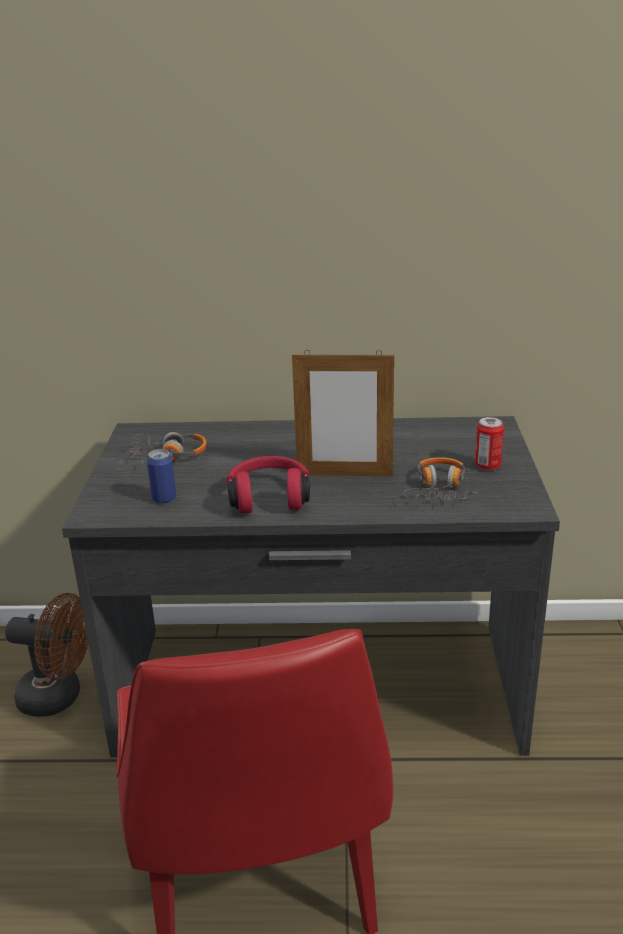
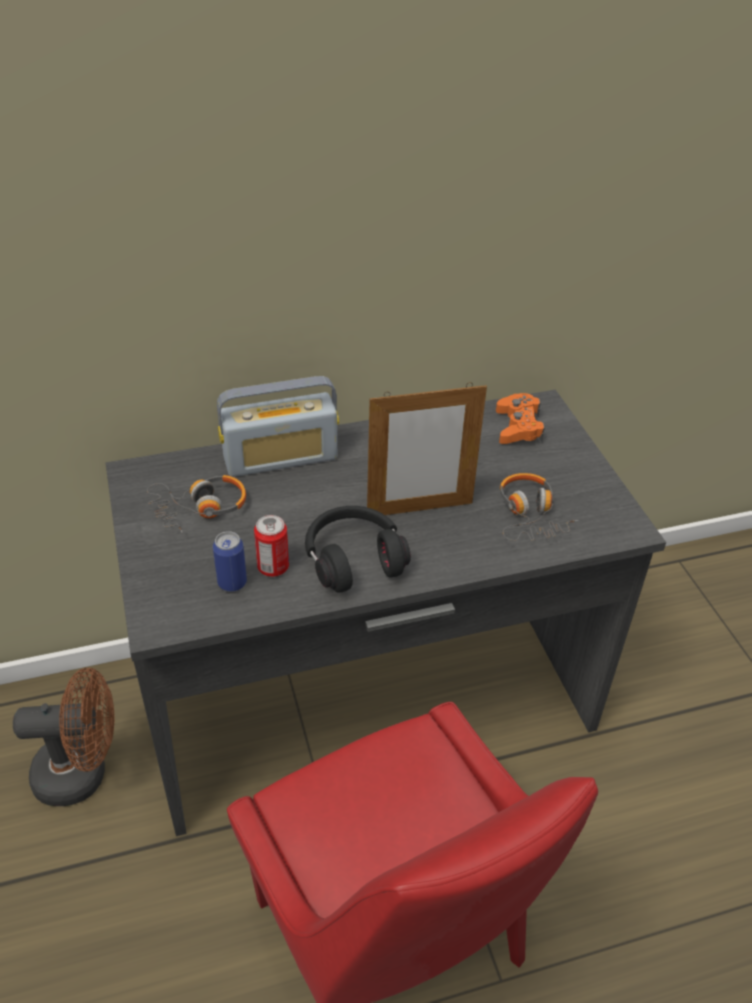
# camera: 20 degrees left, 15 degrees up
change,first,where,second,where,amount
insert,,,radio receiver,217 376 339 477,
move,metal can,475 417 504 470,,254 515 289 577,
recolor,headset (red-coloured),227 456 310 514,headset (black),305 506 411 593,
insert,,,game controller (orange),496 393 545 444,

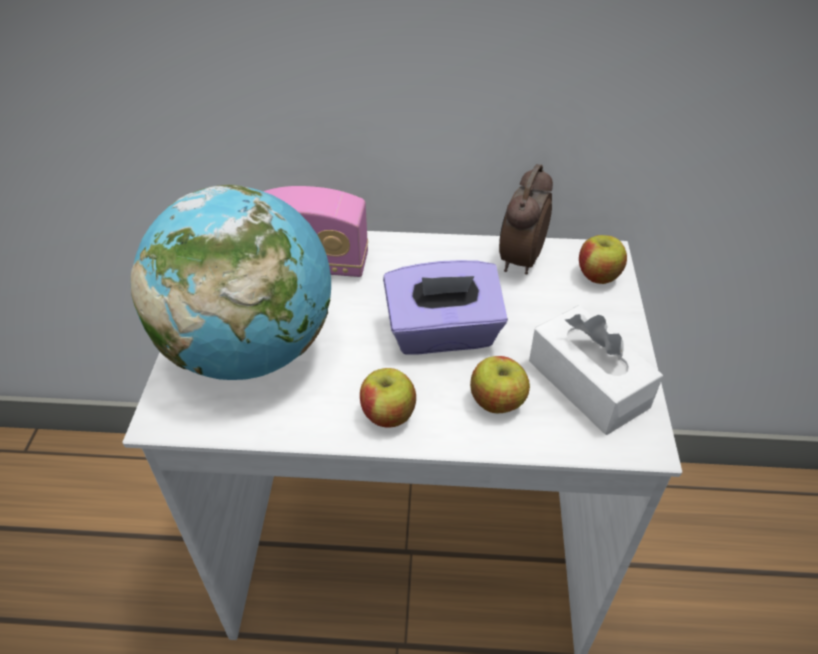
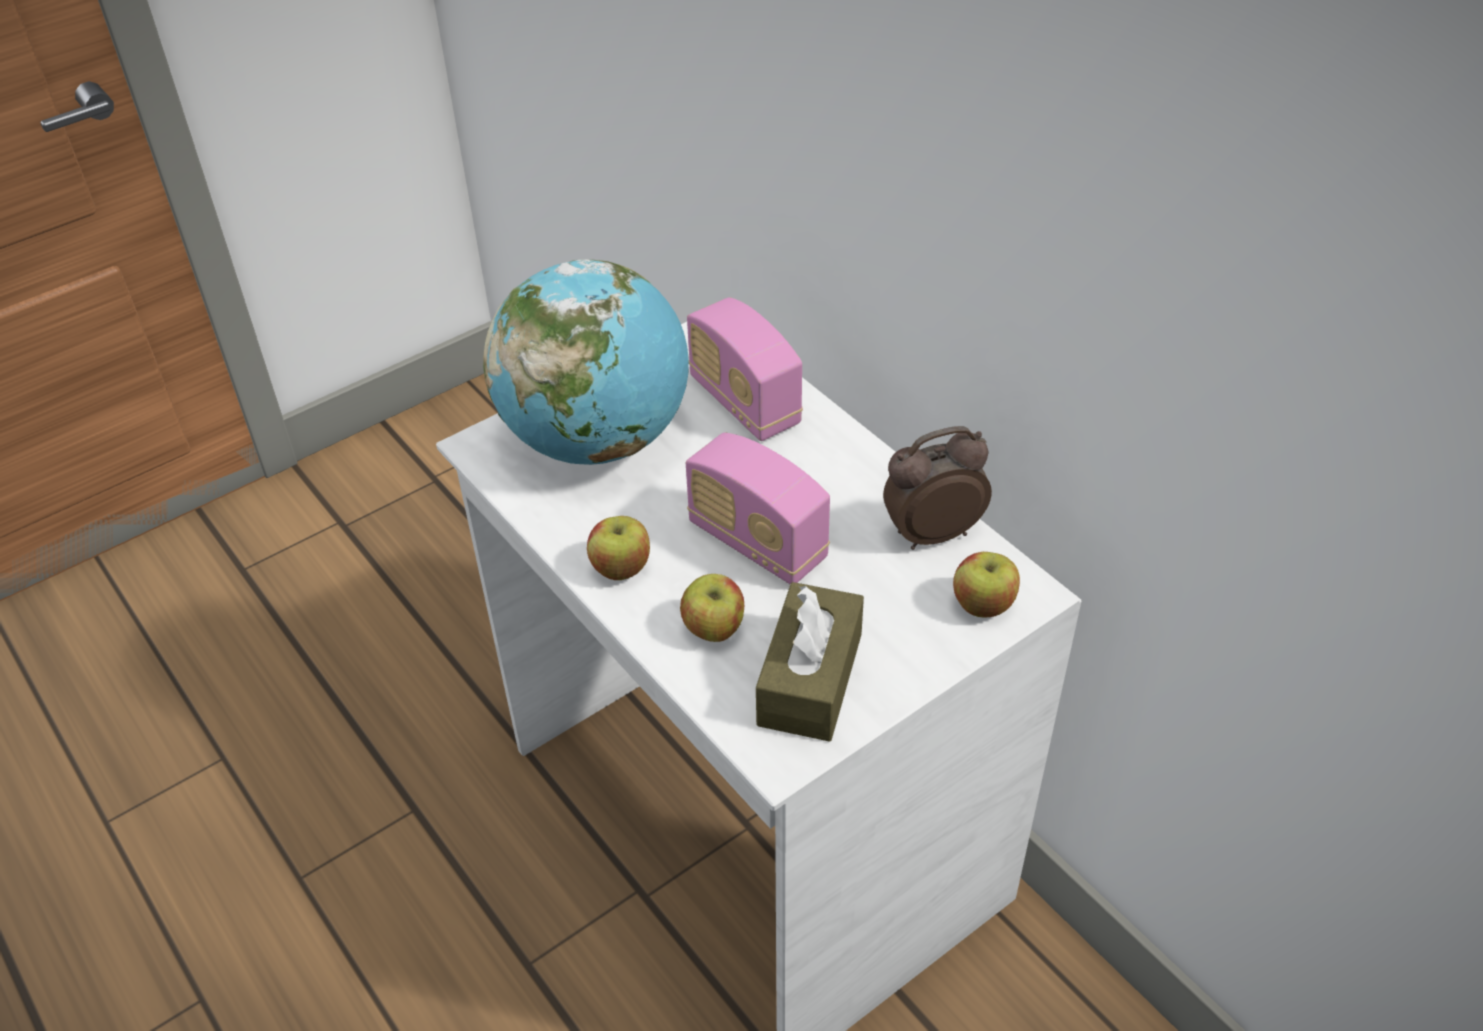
# camera: 50 degrees right, 0 degrees up
change,first,where,second,where,amount
replace,tissue holder (purple-coloured),383 260 508 355,radio receiver,686 433 830 584,
recolor,tissue holder (white-coloured),529 305 663 435,tissue holder (brownish),756 582 864 742,

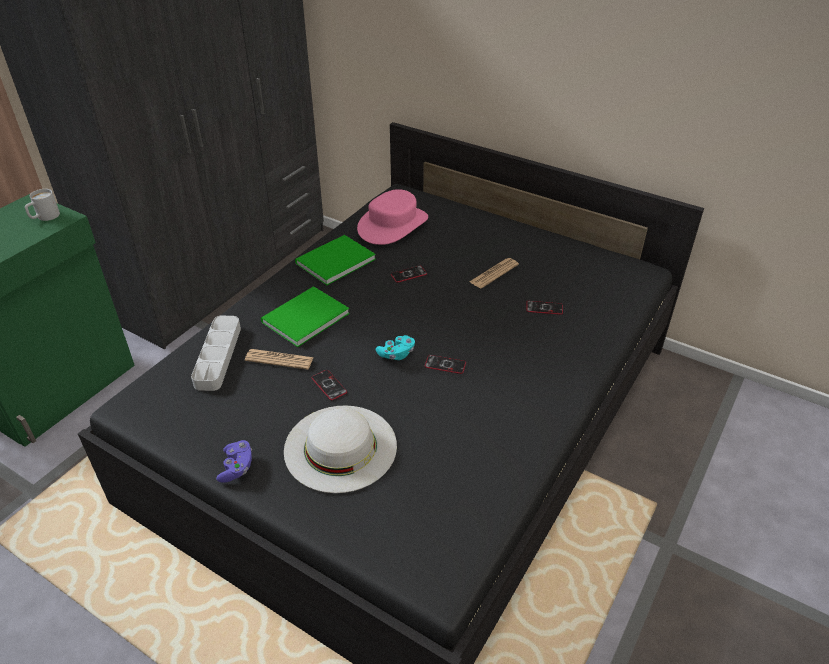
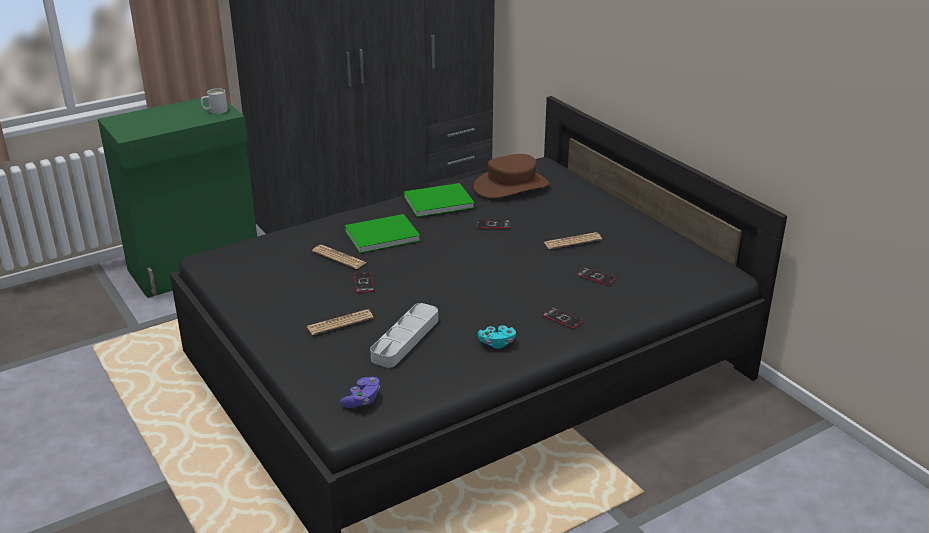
# camera: 25 degrees right, 10 degrees down
change,first,where,second,where,amount
replace,hat (white-coloured),284 406 397 493,daily paper,306 309 374 335,
move,game controller (purple-coloured),216 440 252 483,,340 377 380 408,
move,tray (greyish),191 315 241 391,,370 303 438 368,
recolor,hat (pink),357 189 428 245,hat (brownish),474 154 549 198,
move,game controller (blue-green),376 335 415 360,,478 325 516 349,
move,telephone,425 355 466 374,,543 308 583 329,

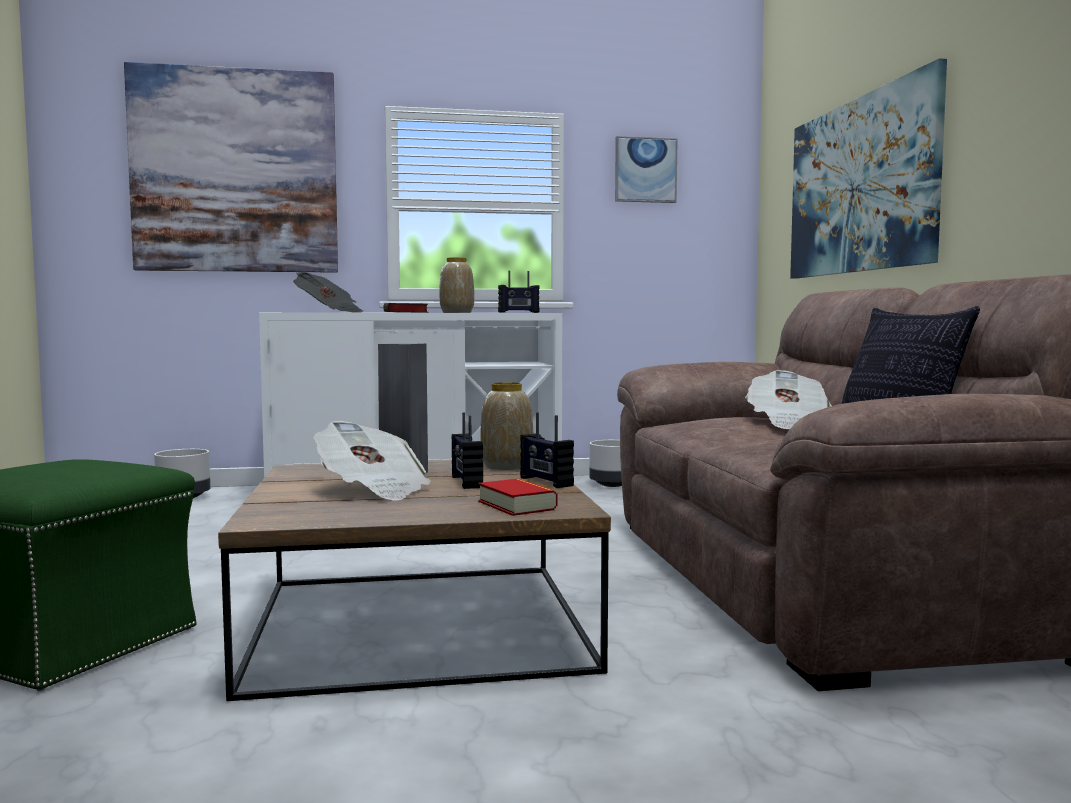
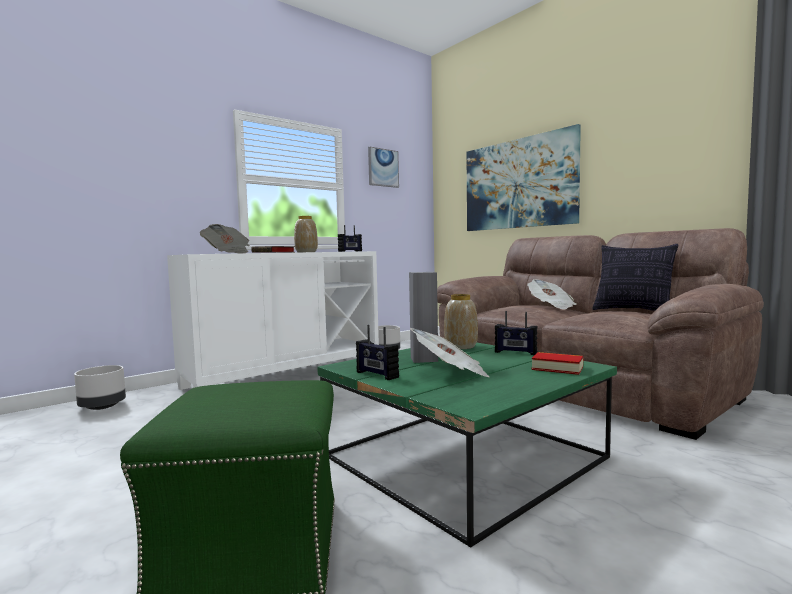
# camera: 30 degrees left, 0 degrees up
change,first,where,second,where,amount
recolor,lounge table (brownish),218 460 611 701,lounge table (green-coloured),317 343 617 548,
move,radio receiver,452 412 483 489,,356 325 399 380,
delete,wall picture,124 62 338 273,,,

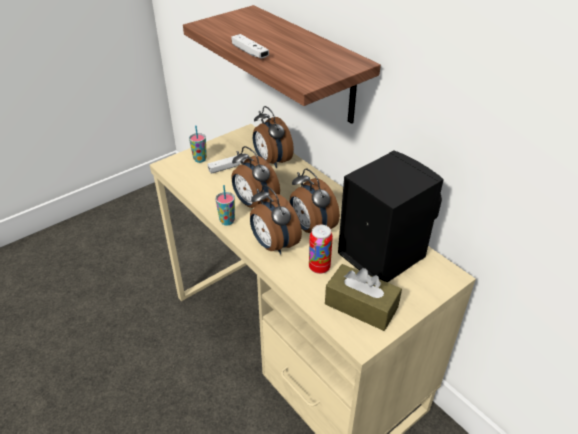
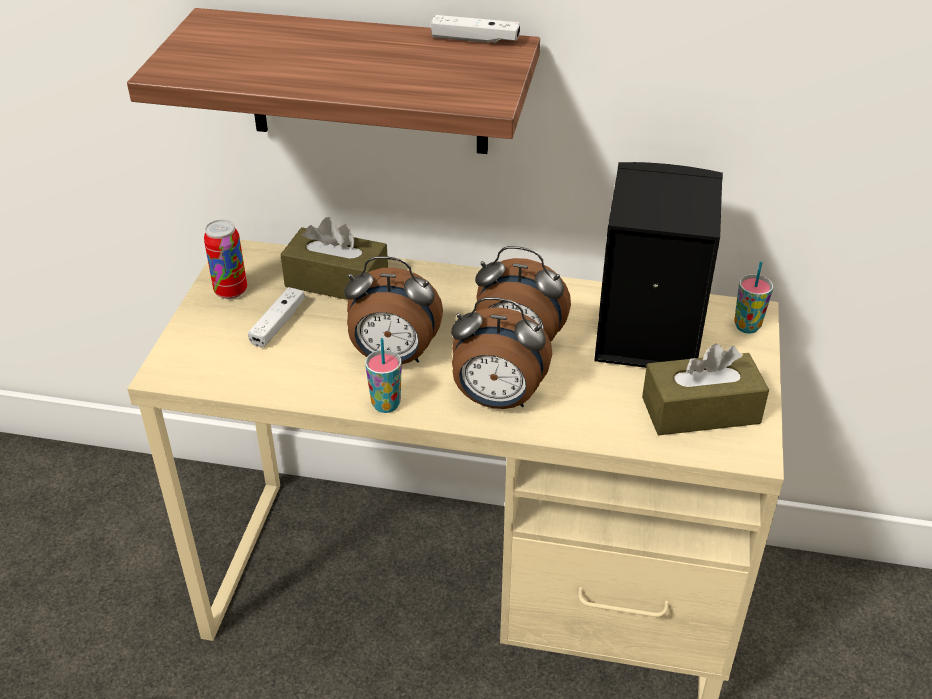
# camera: 40 degrees left, 0 degrees up
change,first,where,second,where,amount
move,metal can,309 225 333 274,,204 220 247 299,
replace,bedside clock,253 106 294 168,tissue holder (brownish),280 217 388 300,
move,game controller (white-coloured),231 34 269 58,,431 15 520 44,
move,cup,189 125 207 163,,734 261 773 334,

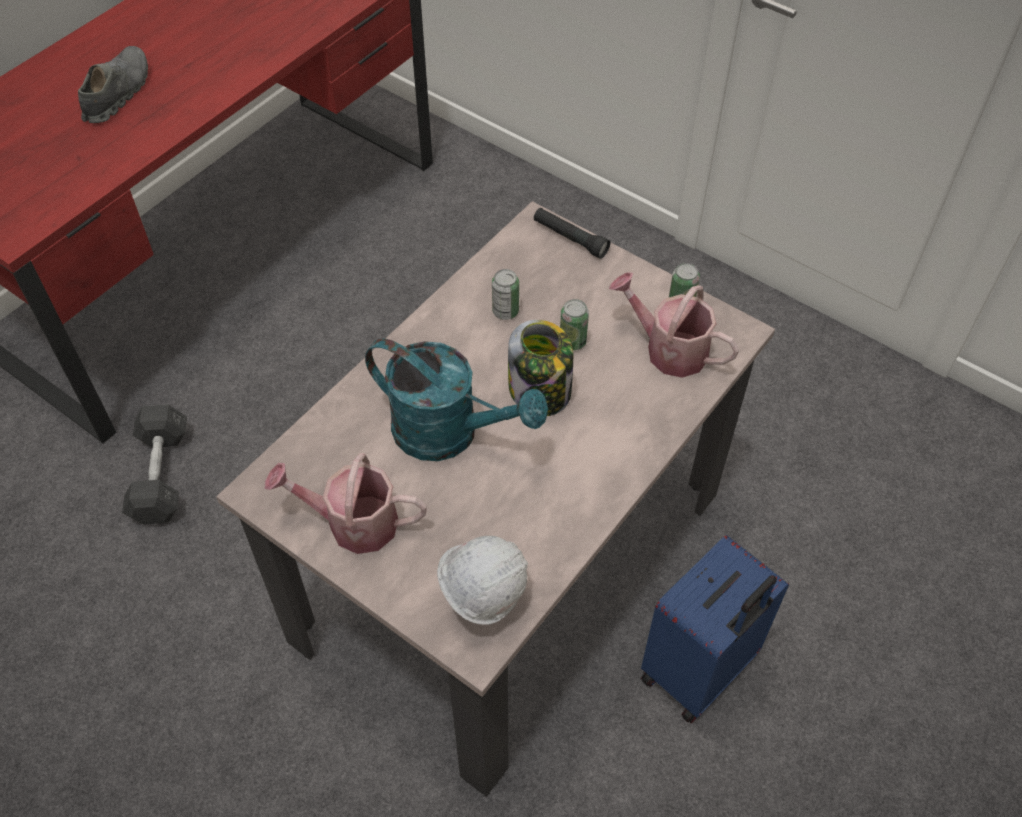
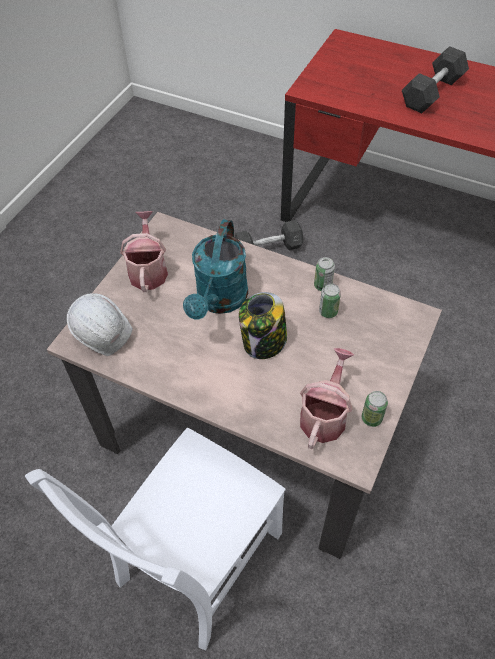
# camera: 80 degrees right, 0 degrees up
change,first,where,second,where,amount
replace,piece of luggage (bluish),641 535 789 723,chair (white-coloured),25 428 286 650,
move,metal can,560 299 589 350,,314 257 335 291,
replace,low shoe (greyish),78 46 148 123,dumbbell (greyish),402 46 469 113,
delete,torch (black),534 208 610 259,,,

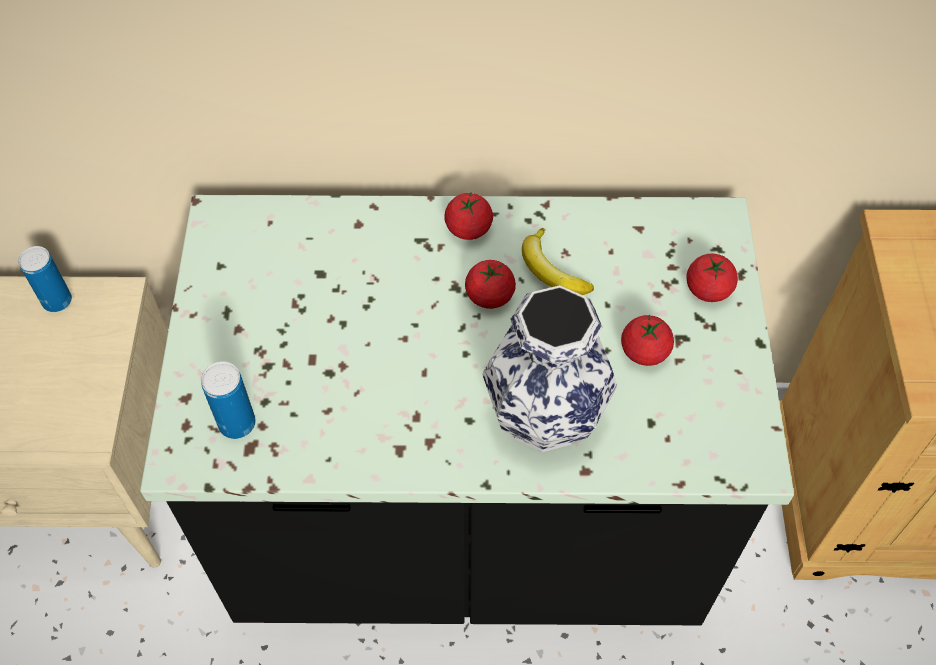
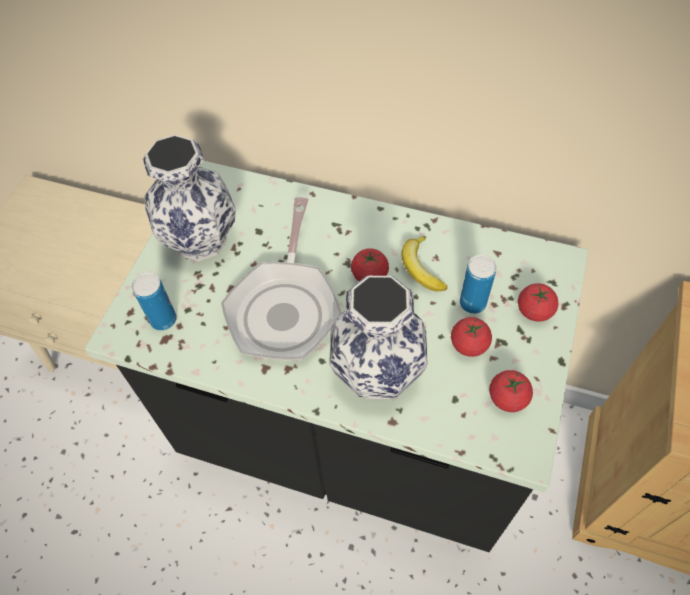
# camera: 20 degrees right, 0 degrees up
change,first,where,second,where,amount
insert,,,flower vase,142 135 236 262,
insert,,,frying pan,221 197 342 360,
move,metal can,18 246 72 312,,460 255 497 314,
move,fresh tomato,444 192 493 240,,489 370 533 412,

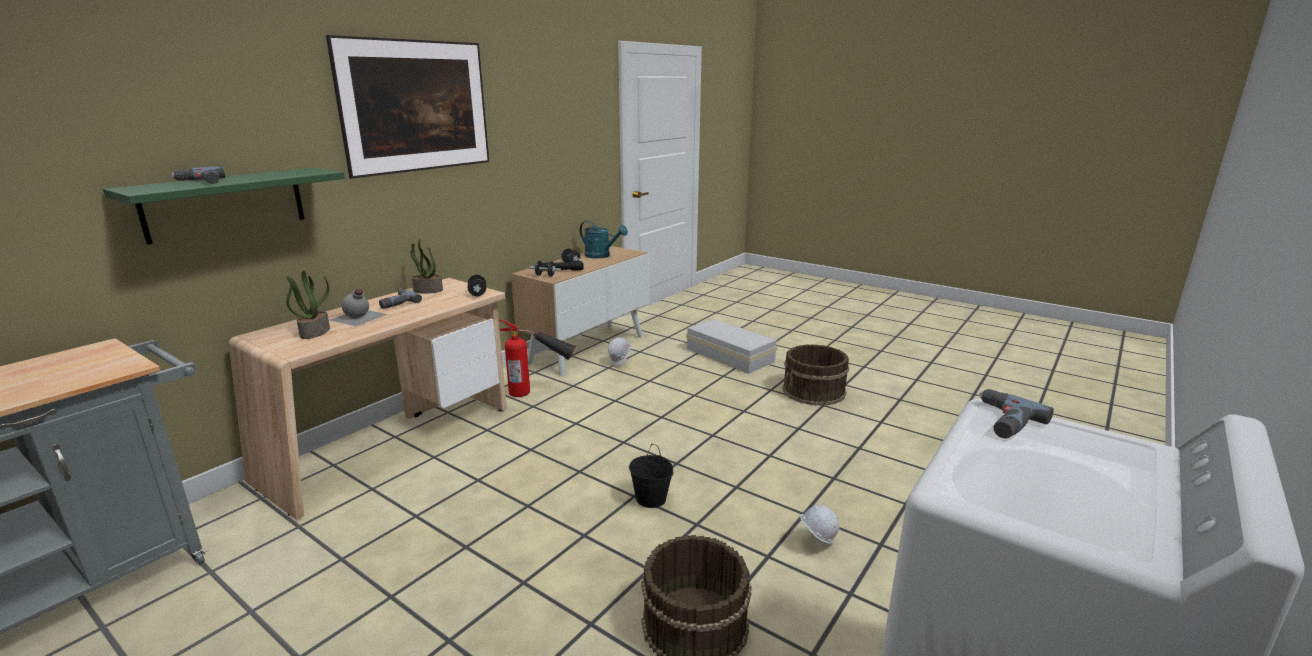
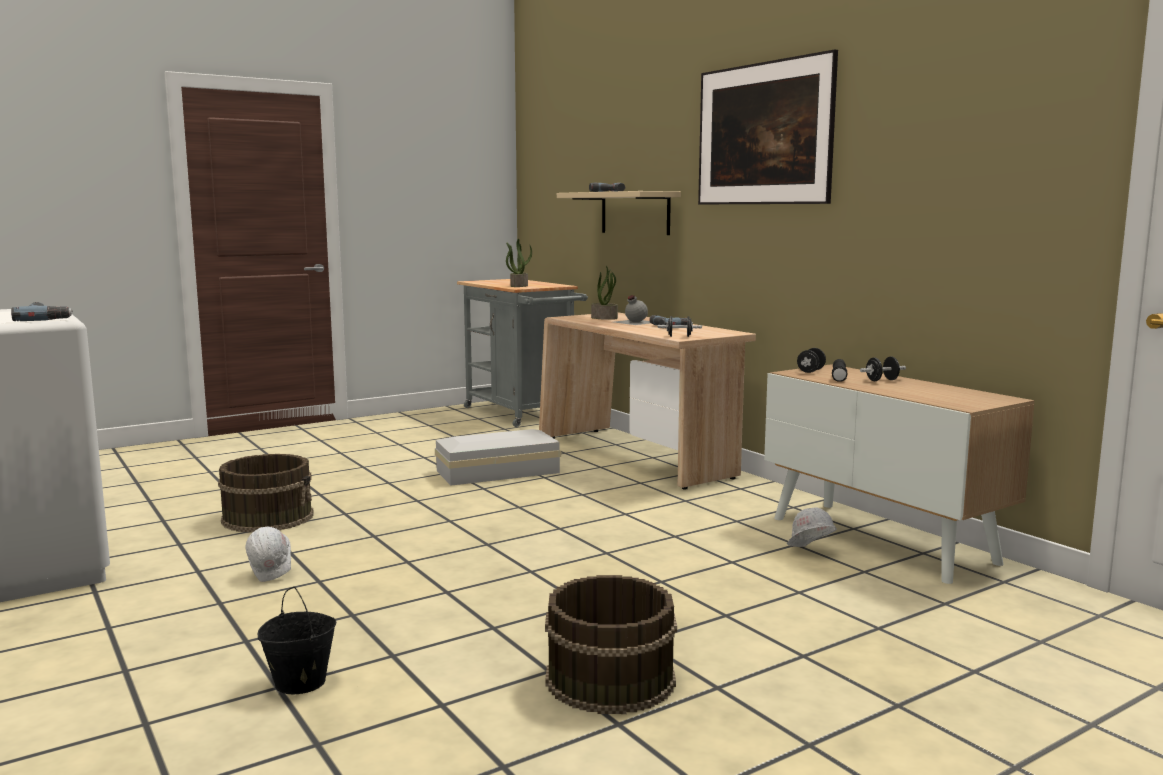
# camera: 110 degrees right, 10 degrees down
change,first,where,second,where,amount
move,pail (black),629 444 674 508,,258 587 337 694,
move,storage bin (white-coloured),686 319 777 374,,435 429 561 486,
move,houseplant,410 239 443 294,,506 239 532 287,
recolor,bracket shelf (green-coloured),103 168 345 245,bracket shelf (sand-coloured),557 191 681 235,
delete,fire-fighting cylinder,499 319 576 397,,,
delete,watering pot (blue-green),580 221 628 259,,,

